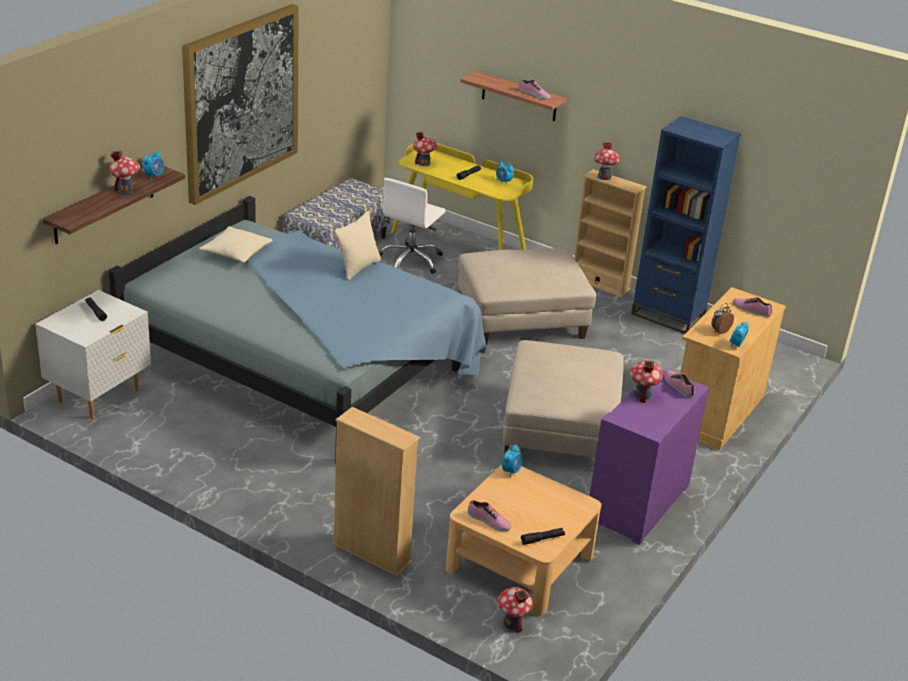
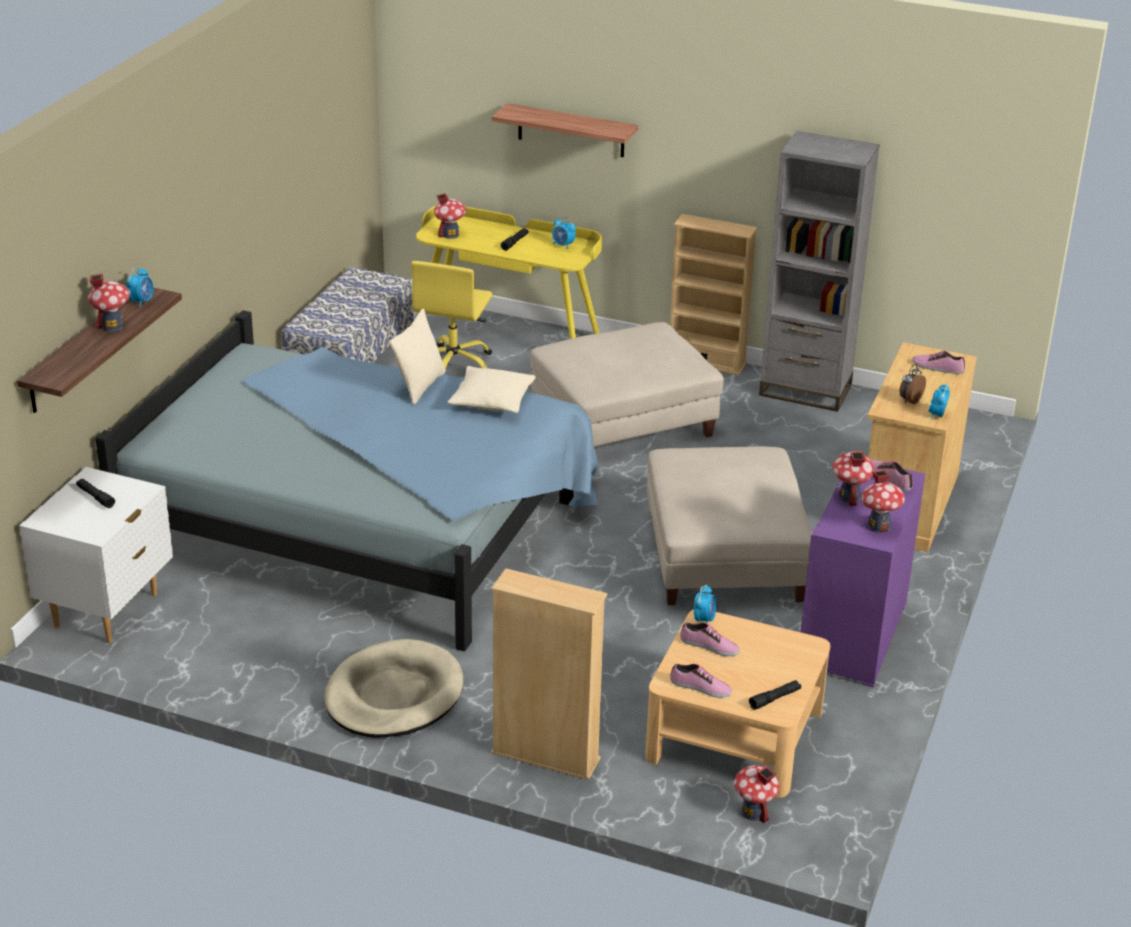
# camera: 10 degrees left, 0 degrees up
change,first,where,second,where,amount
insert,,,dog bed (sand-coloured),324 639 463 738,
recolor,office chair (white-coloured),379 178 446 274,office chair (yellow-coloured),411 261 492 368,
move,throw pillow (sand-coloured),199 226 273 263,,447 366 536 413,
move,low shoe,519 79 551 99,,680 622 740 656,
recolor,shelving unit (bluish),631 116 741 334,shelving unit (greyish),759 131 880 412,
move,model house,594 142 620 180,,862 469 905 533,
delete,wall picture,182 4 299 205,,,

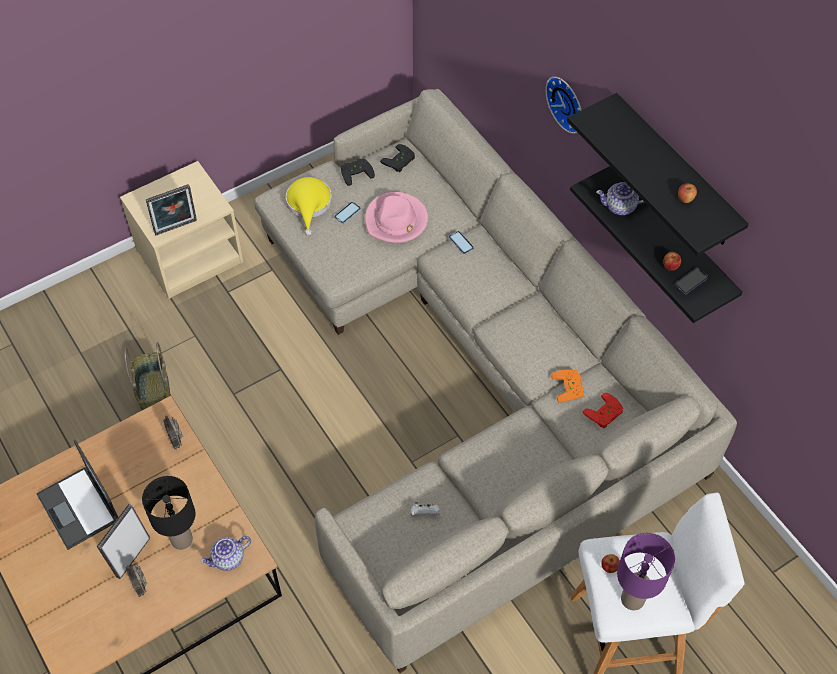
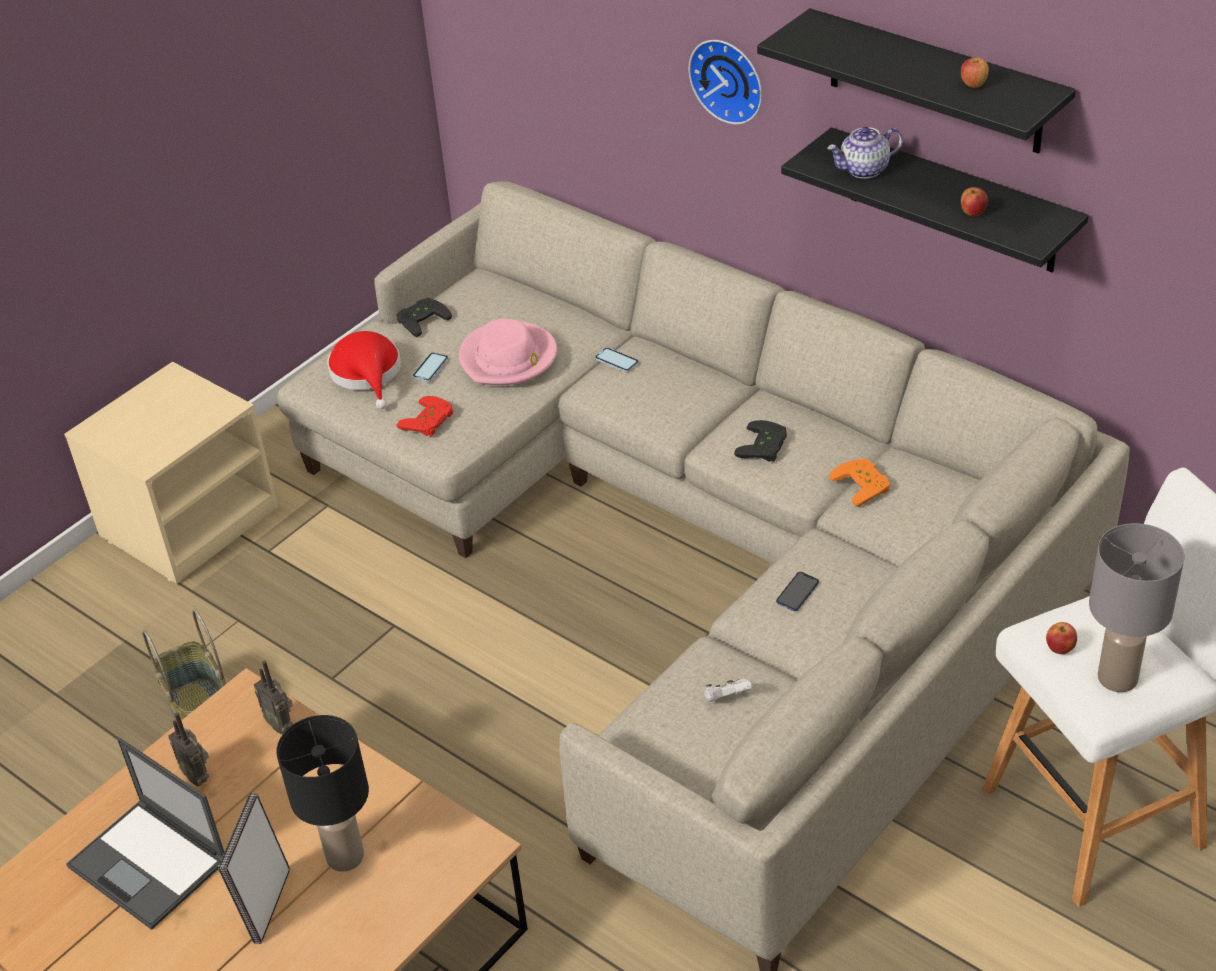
# camera: 15 degrees left, 15 degrees down
change,first,where,second,where,amount
move,radio receiver,126 563 147 597,,168 712 209 786,
recolor,hat (yellow-coloured),286 177 332 236,hat (red-coloured),327 331 401 409,
move,game controller (red-coloured),583 393 623 428,,397 396 453 436,
move,game controller (black),380 144 415 172,,734 420 787 462,
move,telephone,675 267 708 294,,776 572 819 611,
recolor,table lamp (purple-coloured),617 533 675 611,table lamp (greyish),1089 523 1184 692,
delete,picture frame,146 184 197 235,,,
delete,pot for tea,200 536 251 571,,,

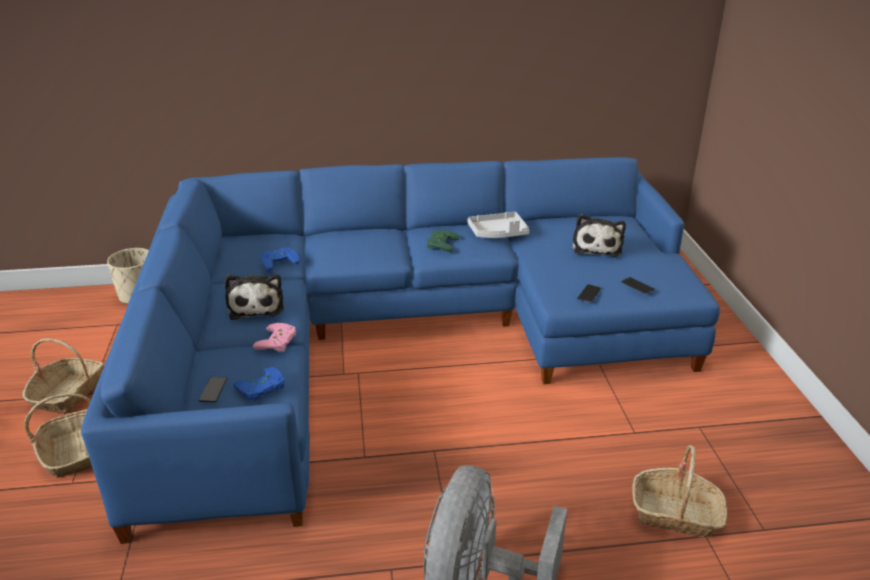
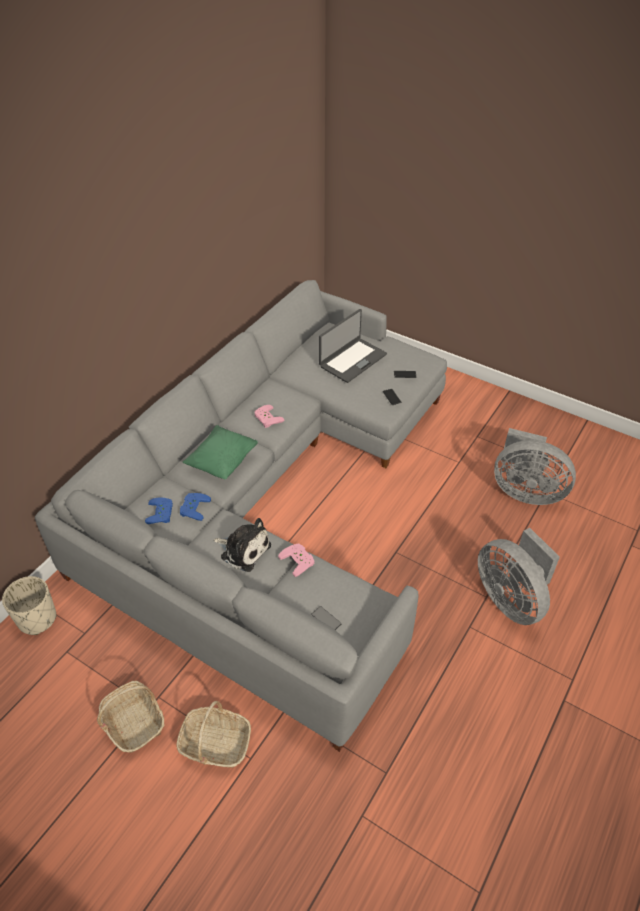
# camera: 50 degrees left, 15 degrees up
change,first,where,second,where,amount
recolor,sofa (bluish),81 157 720 544,sofa (greyish),35 280 447 752,
move,game controller (bluish),233 367 285 402,,145 497 173 524,
insert,,,throw pillow (green-coloured),183 425 258 479,
recolor,game controller (green-coloured),427 230 460 252,game controller (pink),254 405 284 428,
replace,plush toy,572 214 626 257,notebook computer,319 309 387 383,
replace,household basket,632 445 728 538,electric fan (greyish),494 428 576 505,
delete,tray (greyish),468 212 530 238,,,

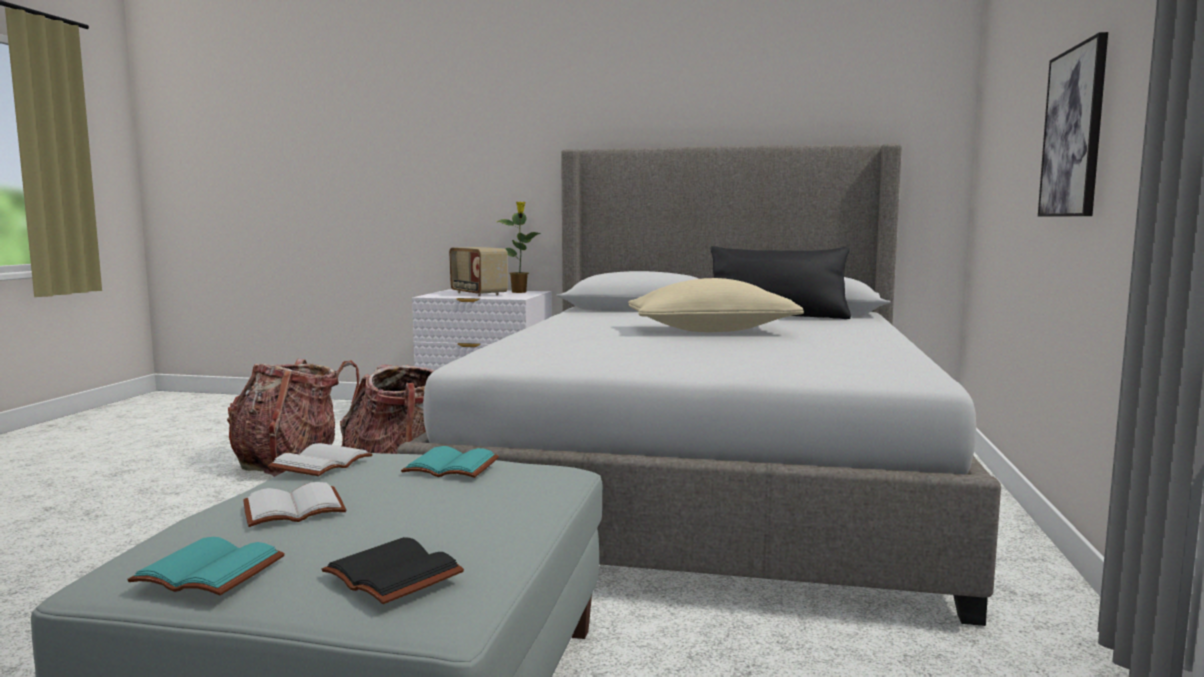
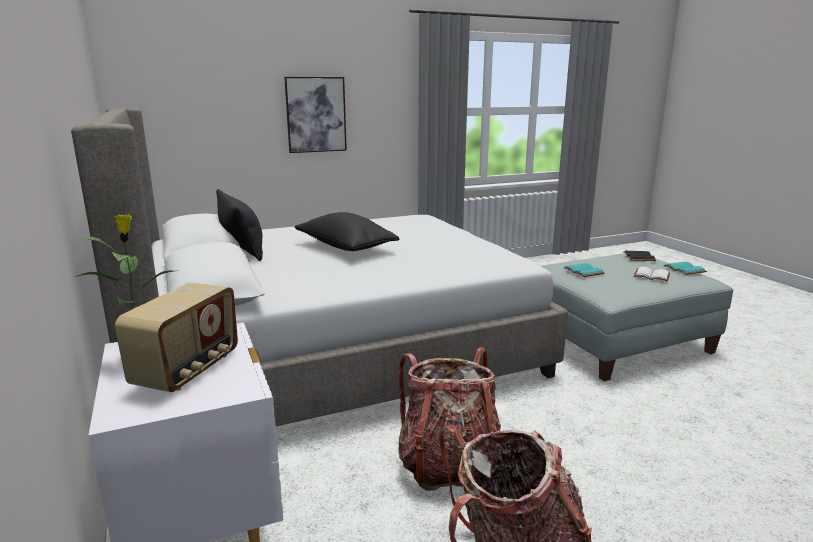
# camera: 125 degrees left, 10 degrees up
change,first,where,second,where,amount
recolor,throw pillow (sand-coloured),628 278 804 332,throw pillow (black),294 212 399 251,
delete,book (white-coloured),268 443 373 476,,,

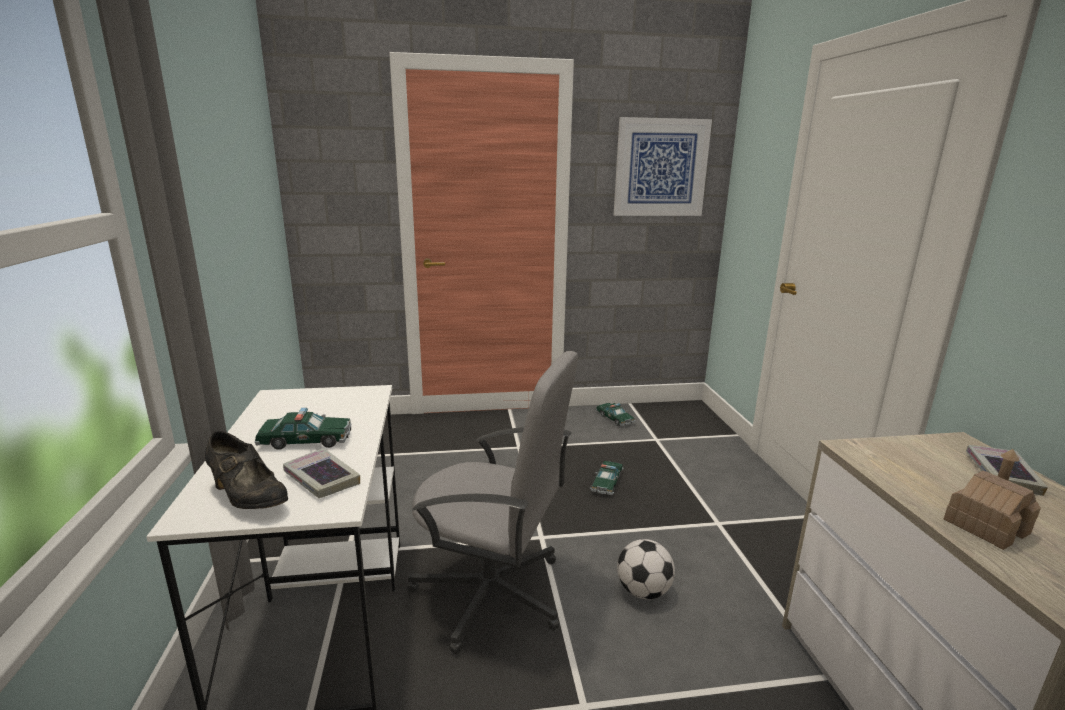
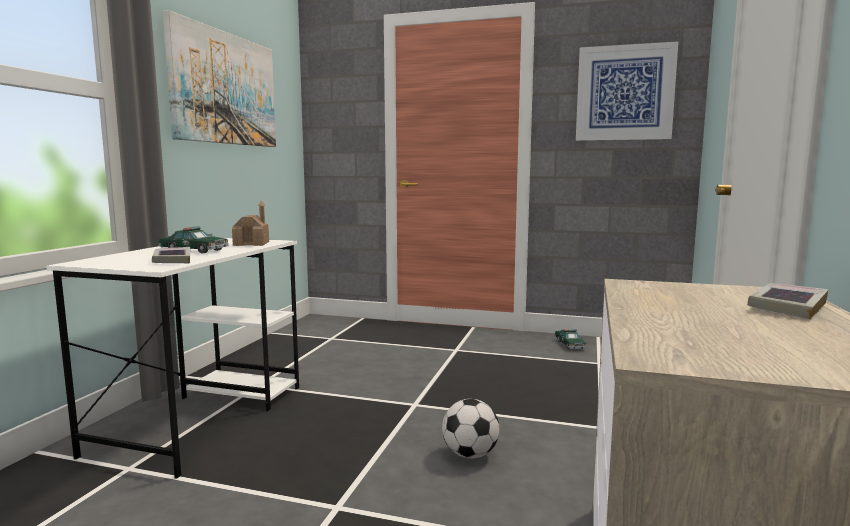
# camera: 25 degrees right, 10 degrees down
change,first,where,second,where,amount
insert,,,wall picture,163 10 276 147,
move,model house,944 449 1041 550,,232 200 269 246,
delete,low shoe (black),205 431 288 509,,,
delete,office chair (greyish),407 351 578 655,,,
delete,miniature car,590 461 623 495,,,

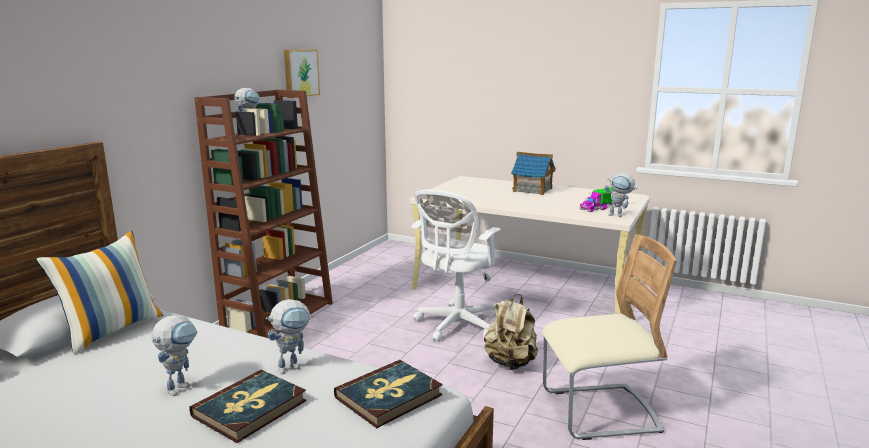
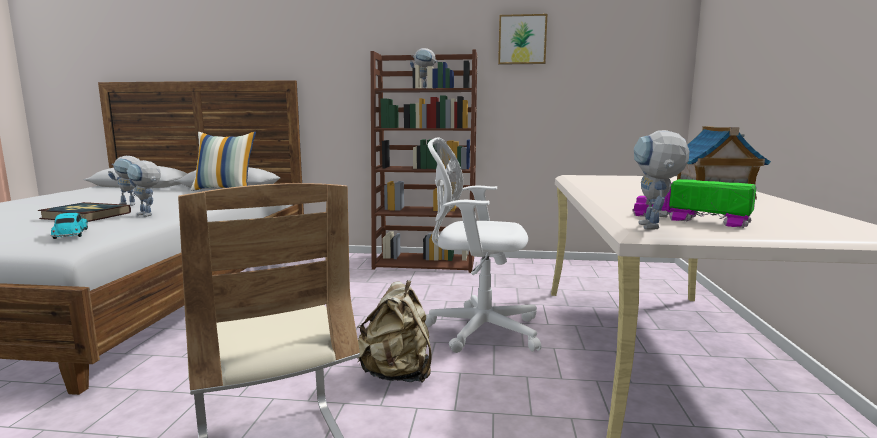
# camera: 70 degrees right, 5 degrees down
change,first,where,second,where,amount
replace,book,334 360 442 428,miniature car,50 213 88 239,

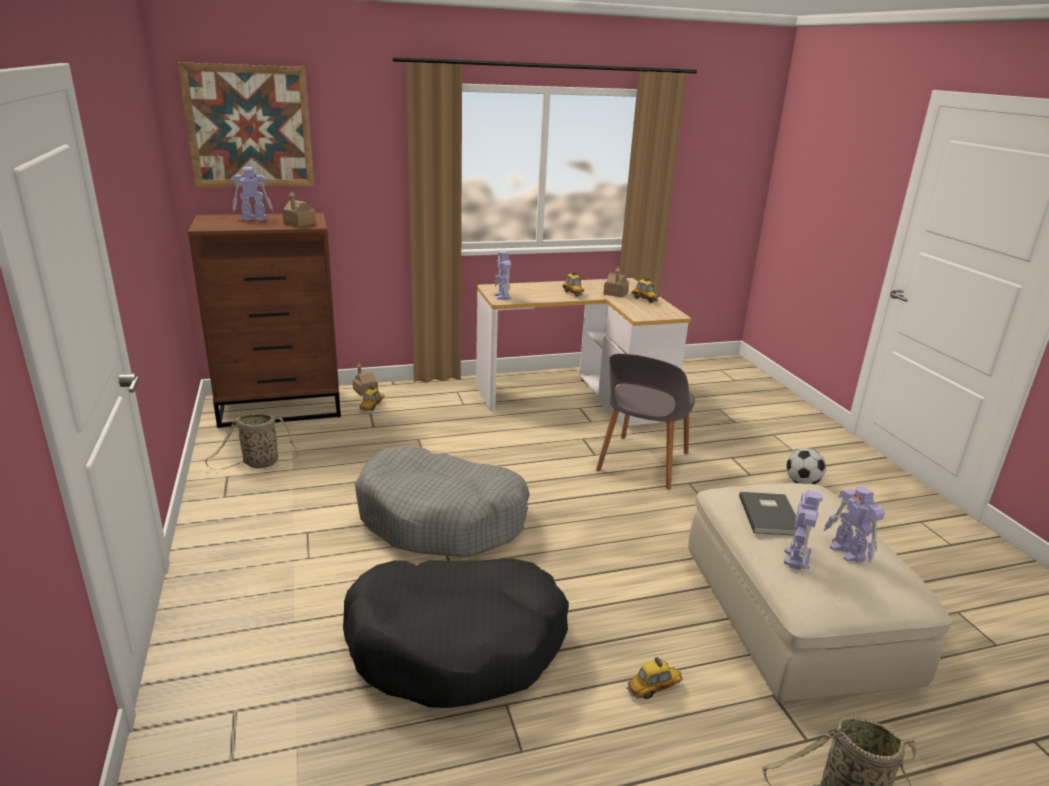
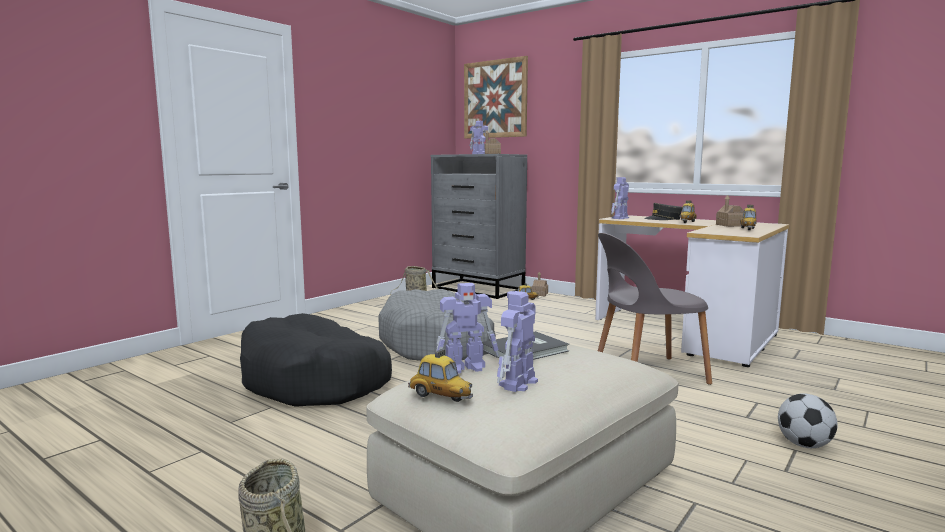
# camera: 55 degrees right, 15 degrees down
change,first,where,second,where,amount
move,miniature car,626 657 682 699,,408 349 473 402,
recolor,drawer chest (brownish),188 213 341 428,drawer chest (greyish),431 154 527 299,
insert,,,baseball cap (greyish),644 203 682 220,

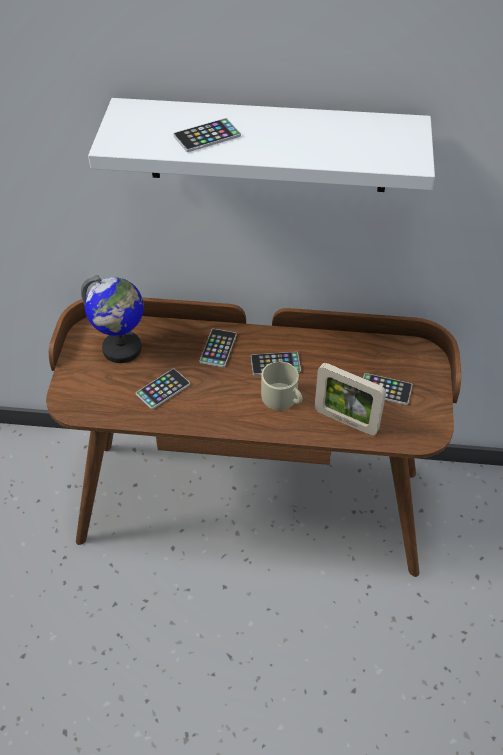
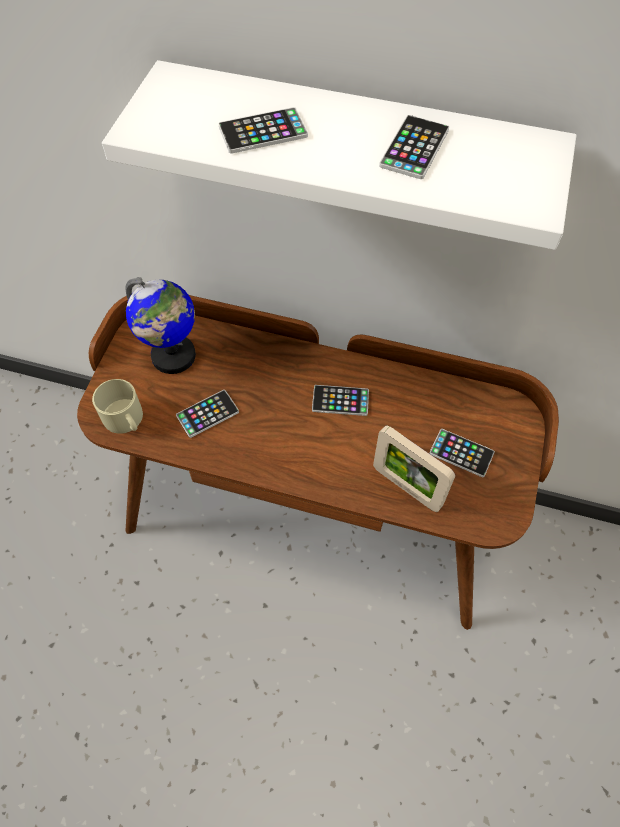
# camera: 10 degrees right, 10 degrees up
change,first,where,second,where,amount
move,mug (sand-coloured),261 361 303 410,,92 379 143 434,
move,telephone,200 329 237 368,,379 115 449 179,

